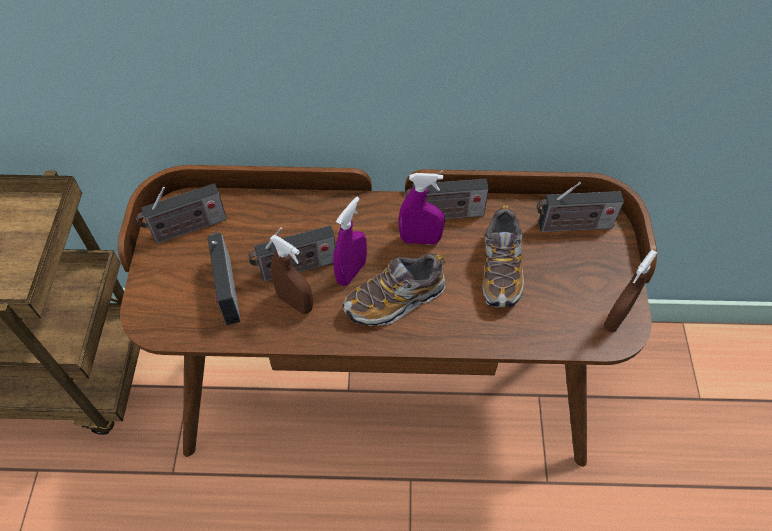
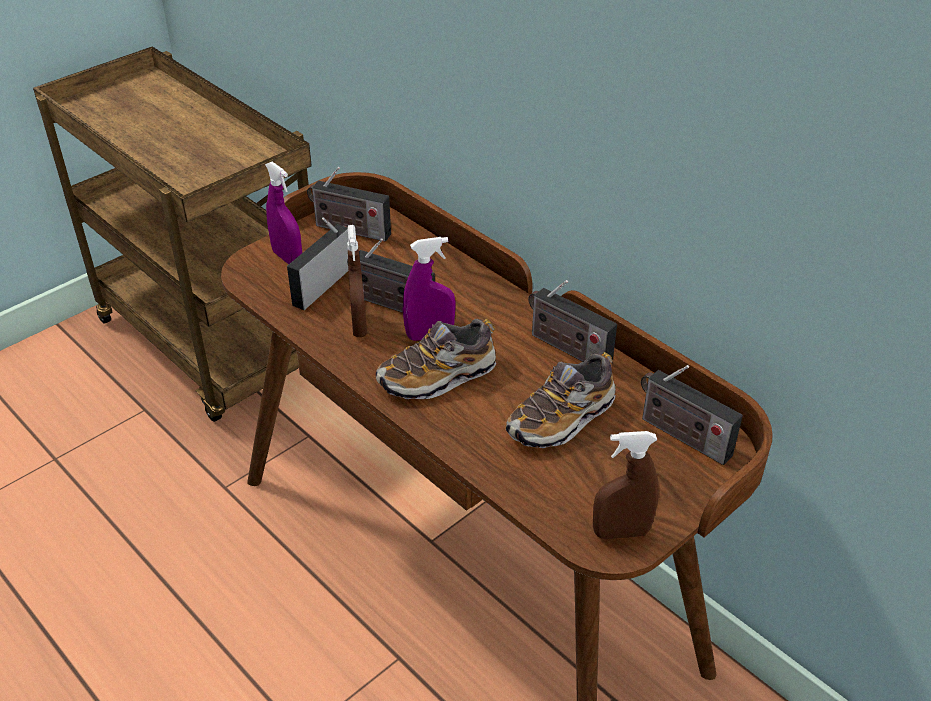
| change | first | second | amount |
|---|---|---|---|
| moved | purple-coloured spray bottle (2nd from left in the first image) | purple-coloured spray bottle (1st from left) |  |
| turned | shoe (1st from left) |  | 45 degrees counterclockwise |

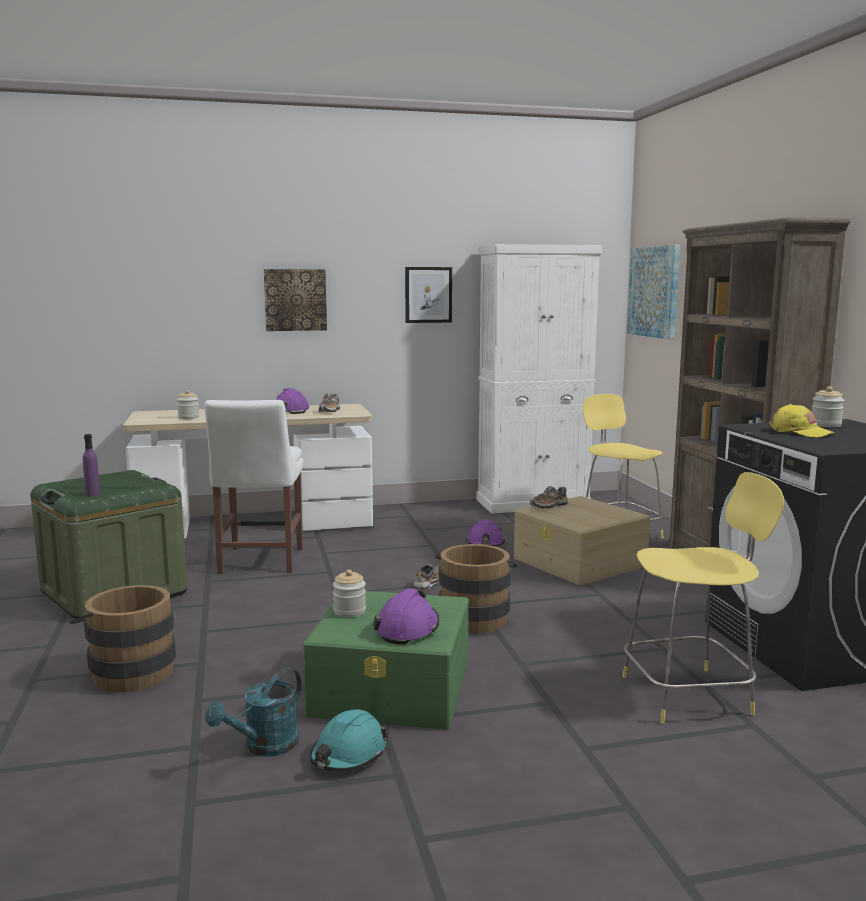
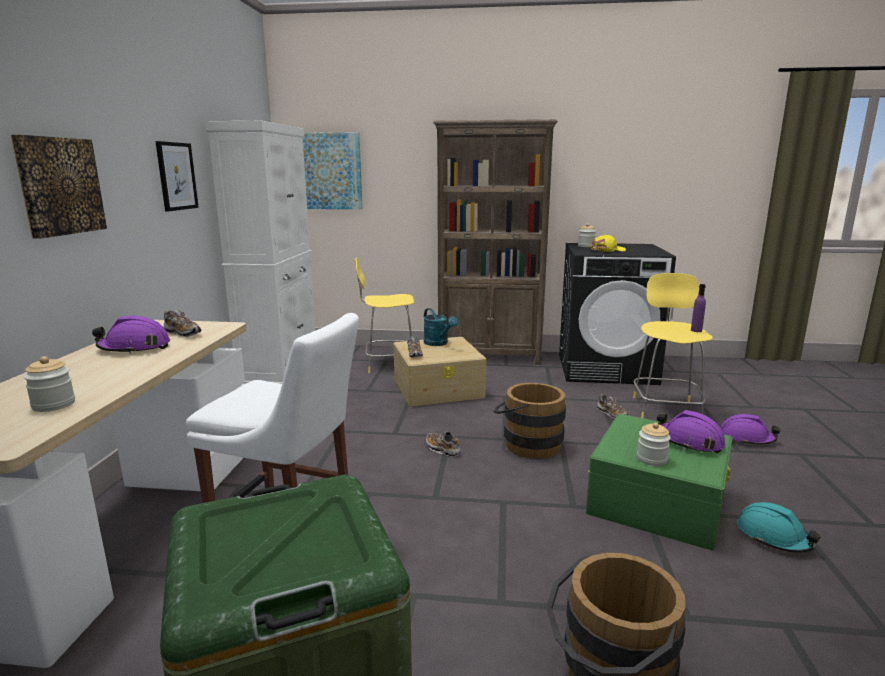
| change | first | second | amount |
|---|---|---|---|
| moved | purple-coloured drink bottle |  |  |
| moved | purple-coloured hard hat (3rd from left) |  |  |
| moved | turquoise-coloured watering pot |  |  |
| added |  | shoe (4th from left) |  |

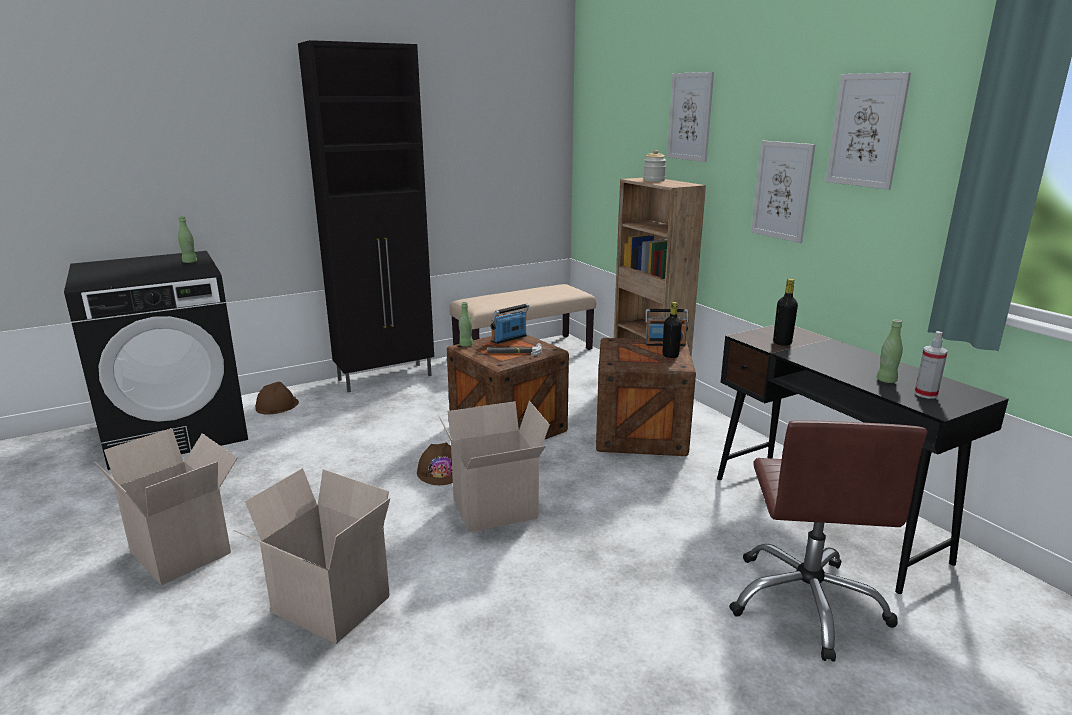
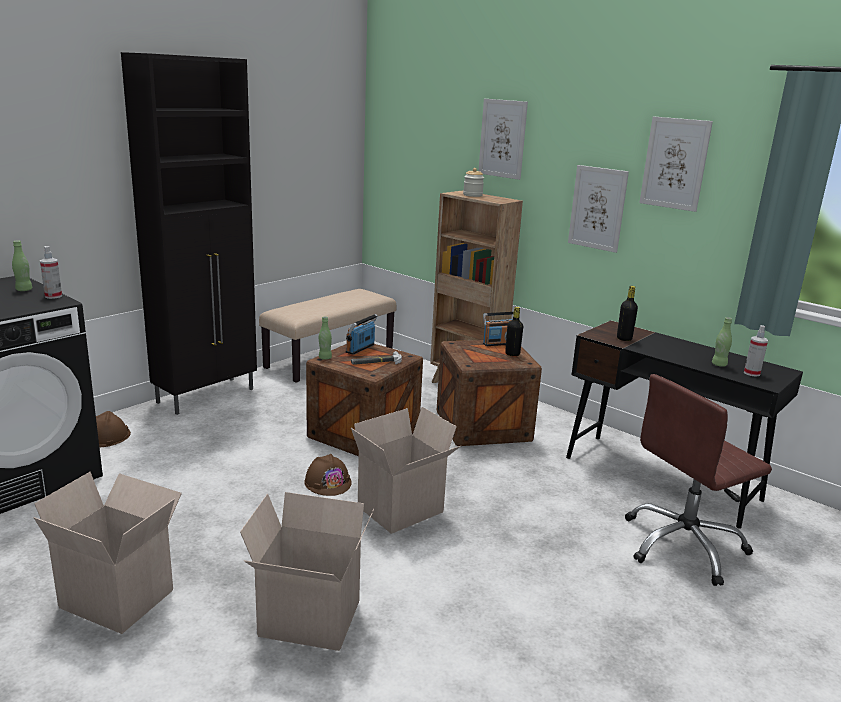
| change | first | second | amount |
|---|---|---|---|
| turned | brown-coloured computer chair |  | 75 degrees clockwise |
| added |  | spray bottle (1st from left) |  |

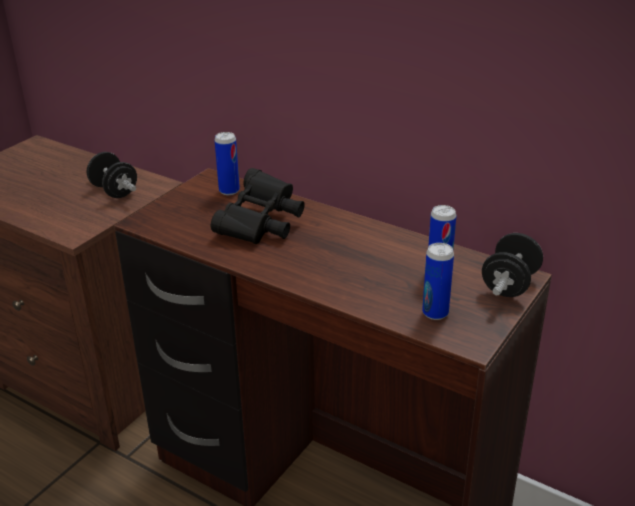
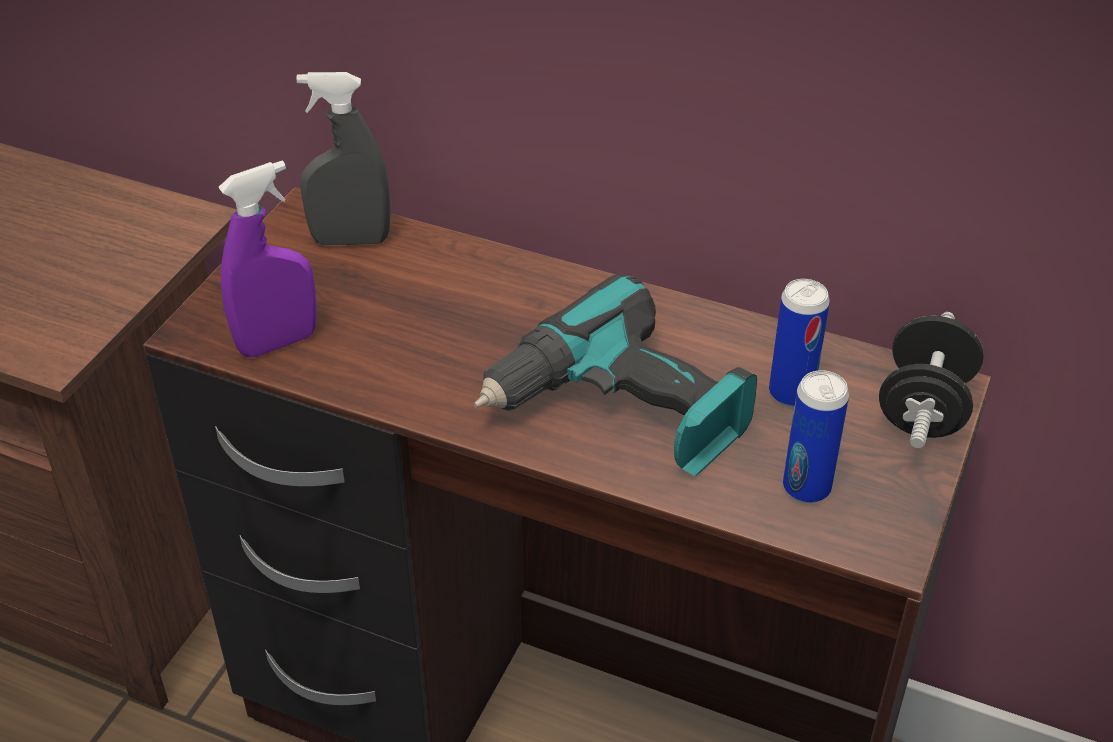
| change | first | second | amount |
|---|---|---|---|
| replaced | can (1st from left) | grey spray bottle |  |
| removed | blackish hand weight (1st from left) |  |  |
| removed | blackish binoculars |  |  |
| added |  | purple-coloured spray bottle |  |
| added |  | electric drill |  |

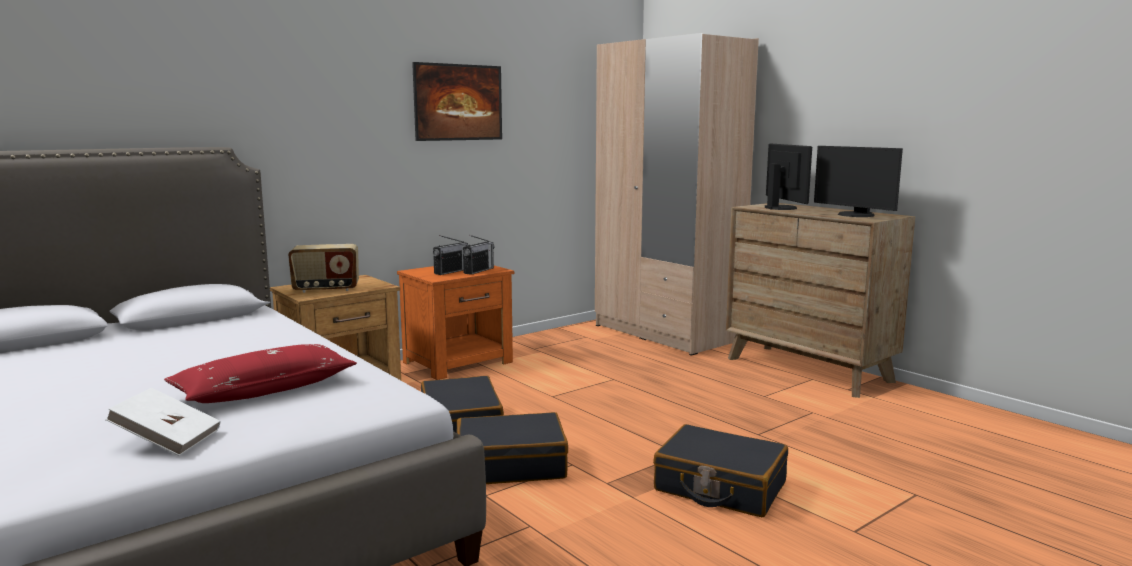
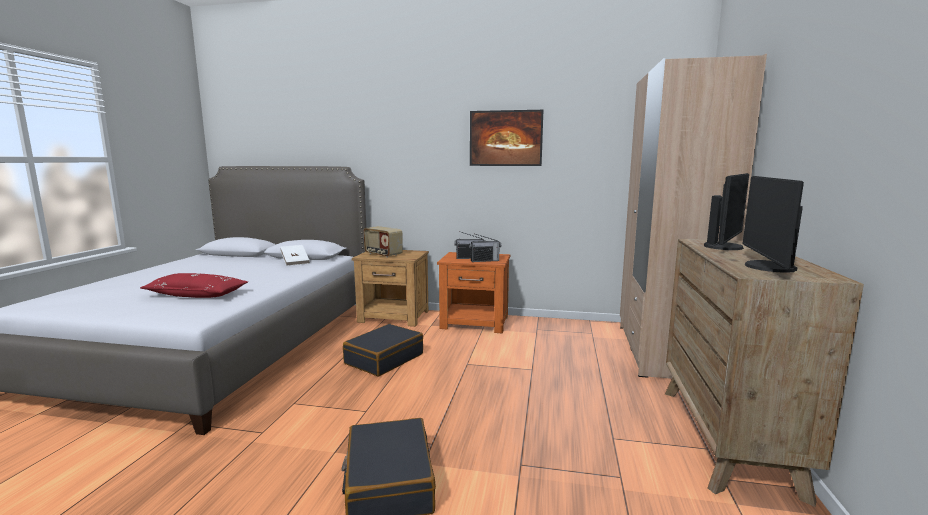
| change | first | second | amount |
|---|---|---|---|
| moved | white book |  |  |
| removed | blackish travel case (2nd from left) |  |  |

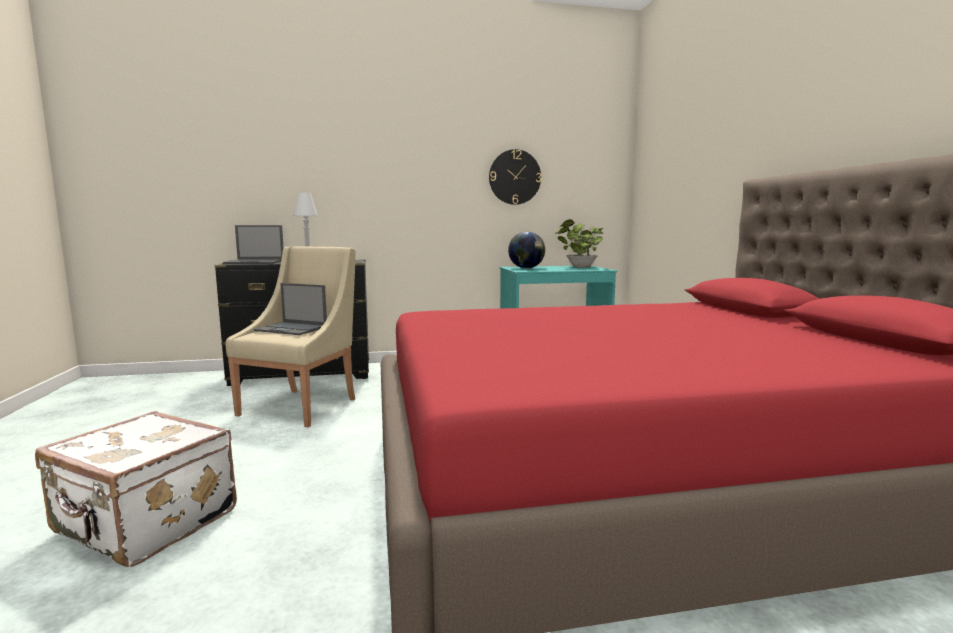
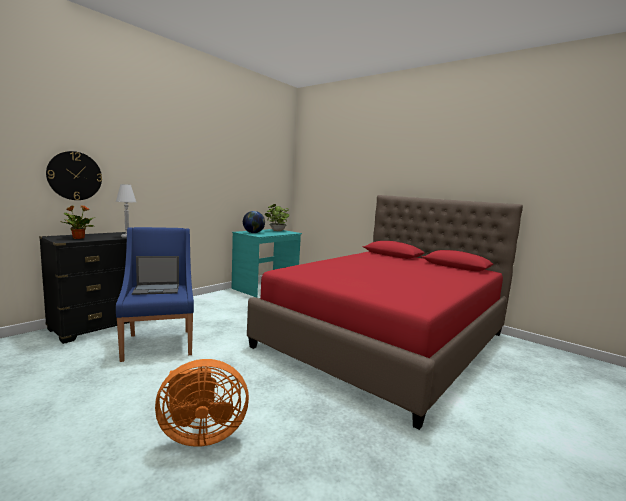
| change | first | second | amount |
|---|---|---|---|
| moved | clock on the wall |  |  |
| replaced | notebook computer (1st from left) | houseplant (1st from left) |  |
| recoloured | sand-coloured lounge chair | blue-coloured lounge chair |  |
| replaced | white travel case | orangey fan |  |

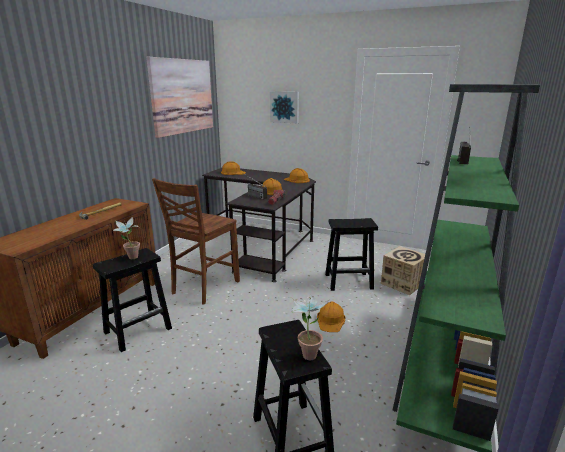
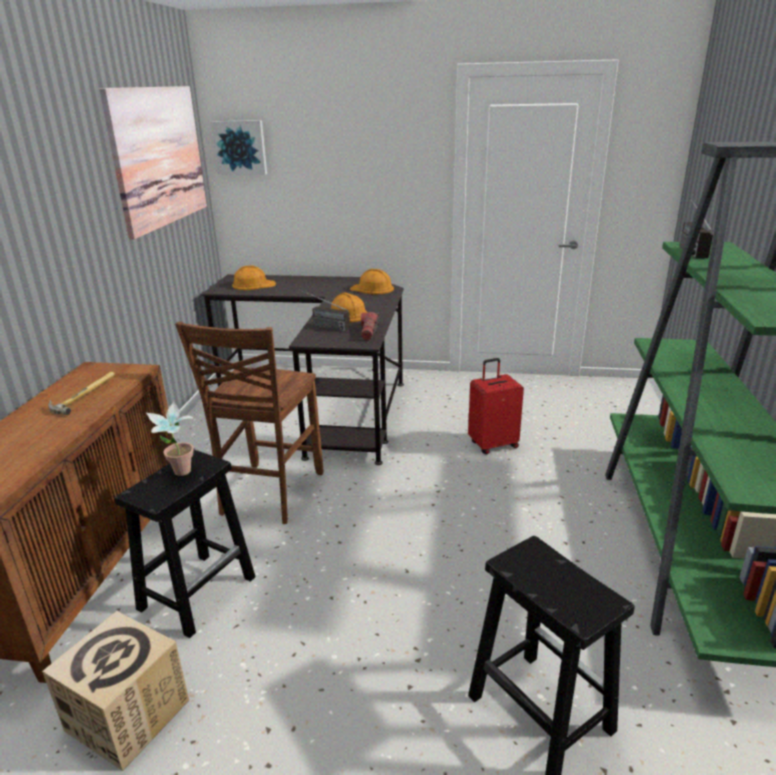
| change | first | second | amount |
|---|---|---|---|
| moved | picture (2nd from left) |  |  |
| replaced | blackish stool seat (3rd from left) | red-coloured travel case |  |
| moved | cardboard box |  |  |
| removed | houseplant (2nd from left) |  |  |
| removed | orangey hard hat (4th from left) |  |  |

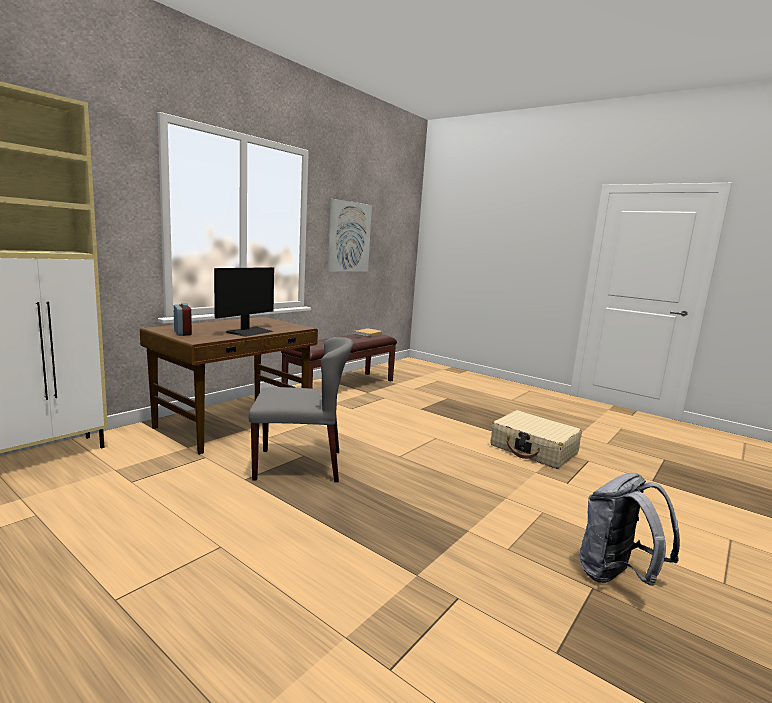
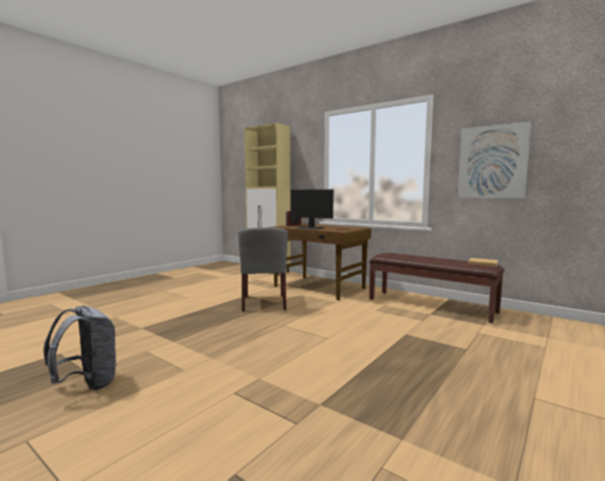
| change | first | second | amount |
|---|---|---|---|
| removed | sand-coloured travel case |  |  |

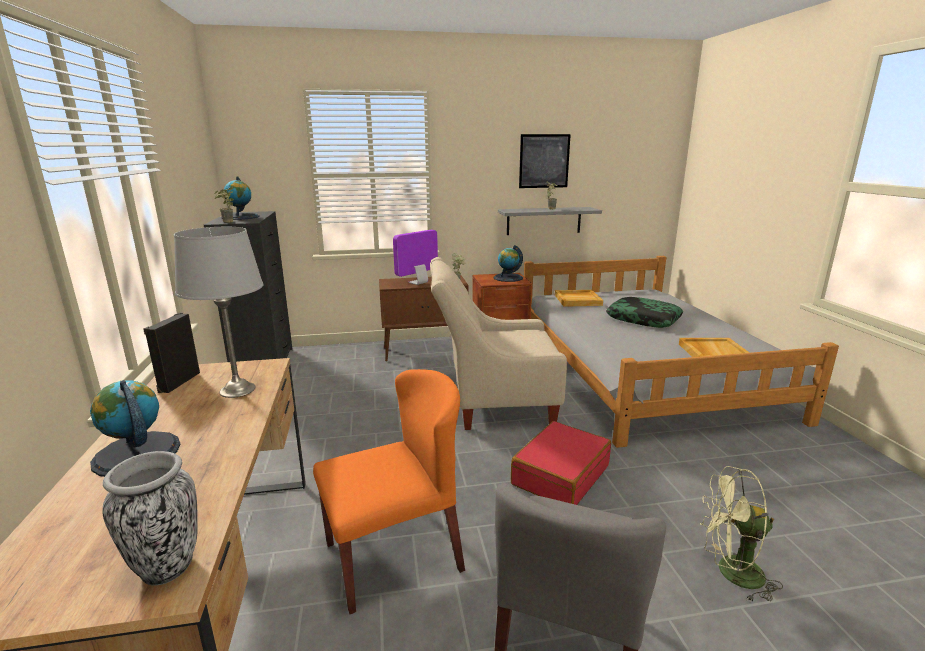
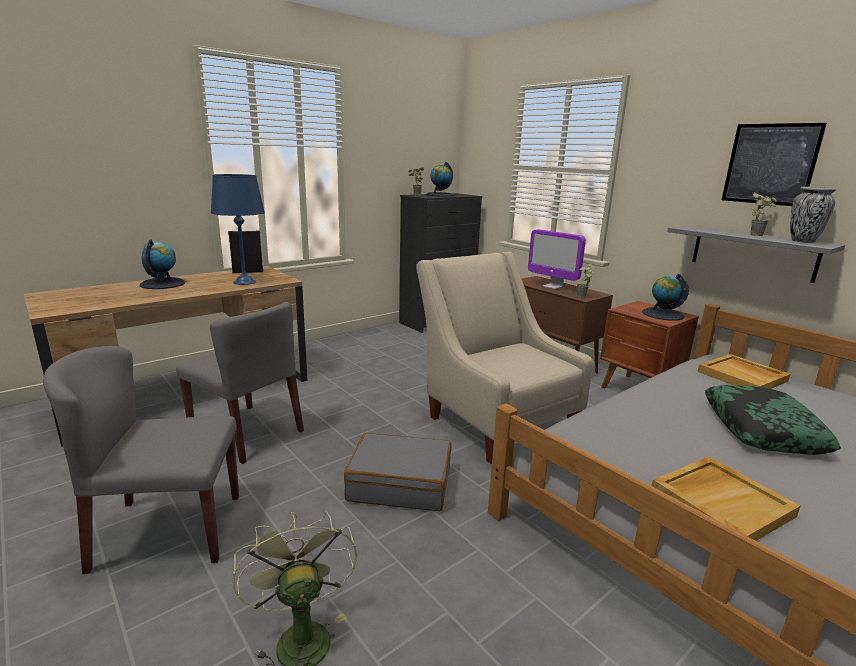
| change | first | second | amount |
|---|---|---|---|
| recoloured | grey tabletop lamp | blue-coloured tabletop lamp |  |
| turned | computer display |  | 150 degrees counterclockwise |
| recoloured | orangey plain chair | grey plain chair (2nd from left) |  |
| recoloured | red-coloured travel case | grey travel case |  |
| moved | vase |  |  |

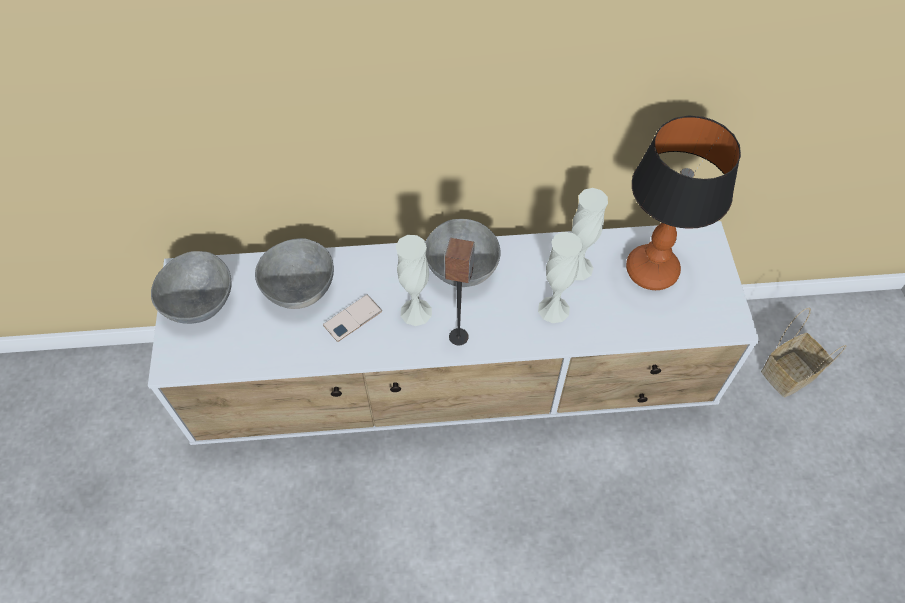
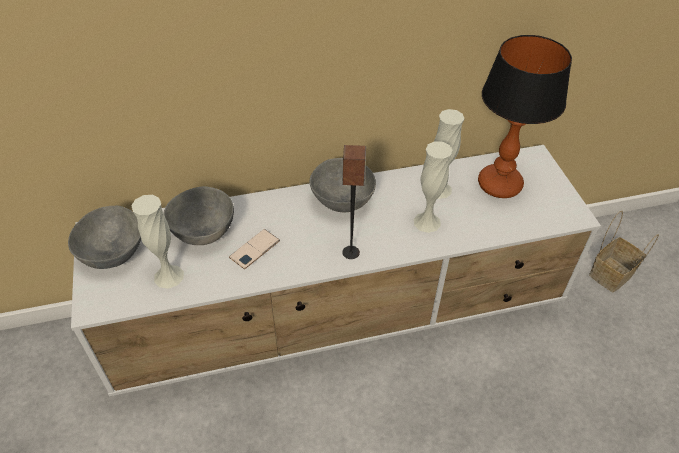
| change | first | second | amount |
|---|---|---|---|
| moved | white vase (1st from left) |  |  |

